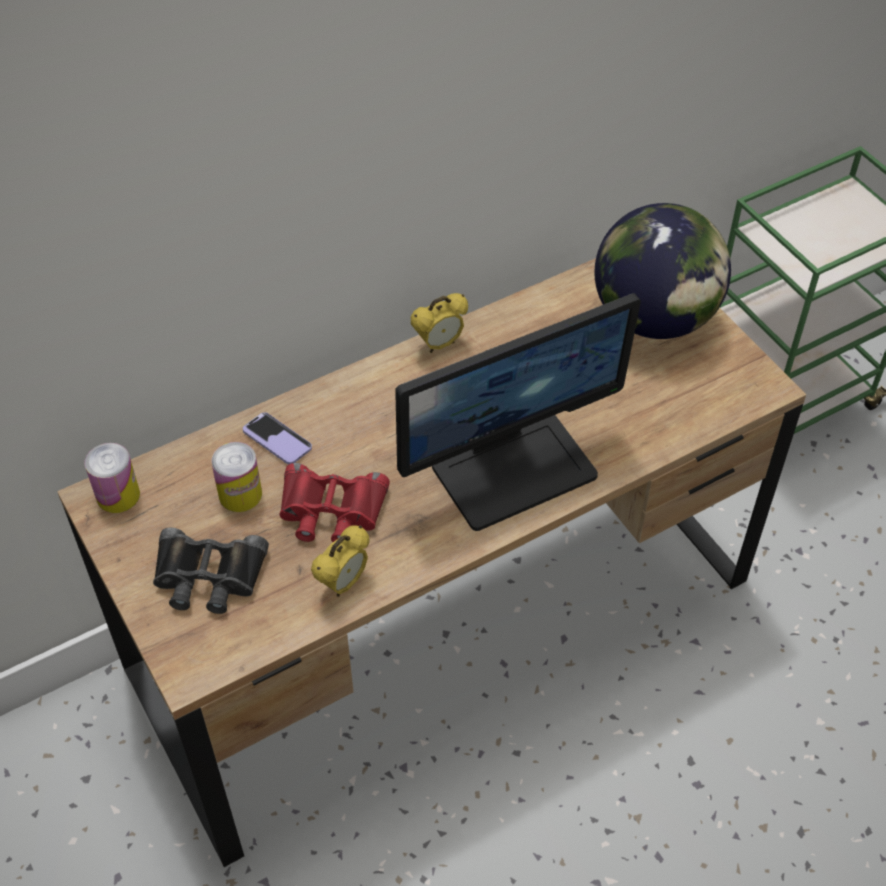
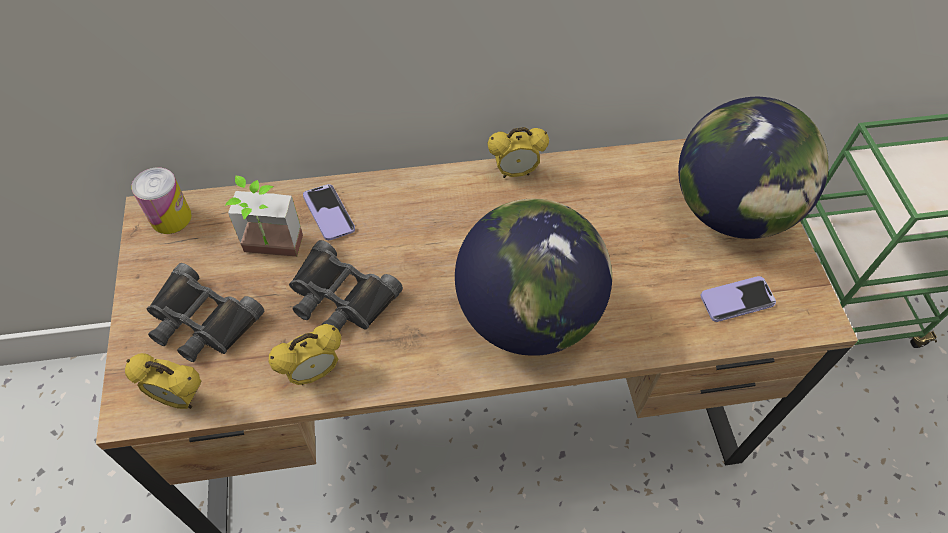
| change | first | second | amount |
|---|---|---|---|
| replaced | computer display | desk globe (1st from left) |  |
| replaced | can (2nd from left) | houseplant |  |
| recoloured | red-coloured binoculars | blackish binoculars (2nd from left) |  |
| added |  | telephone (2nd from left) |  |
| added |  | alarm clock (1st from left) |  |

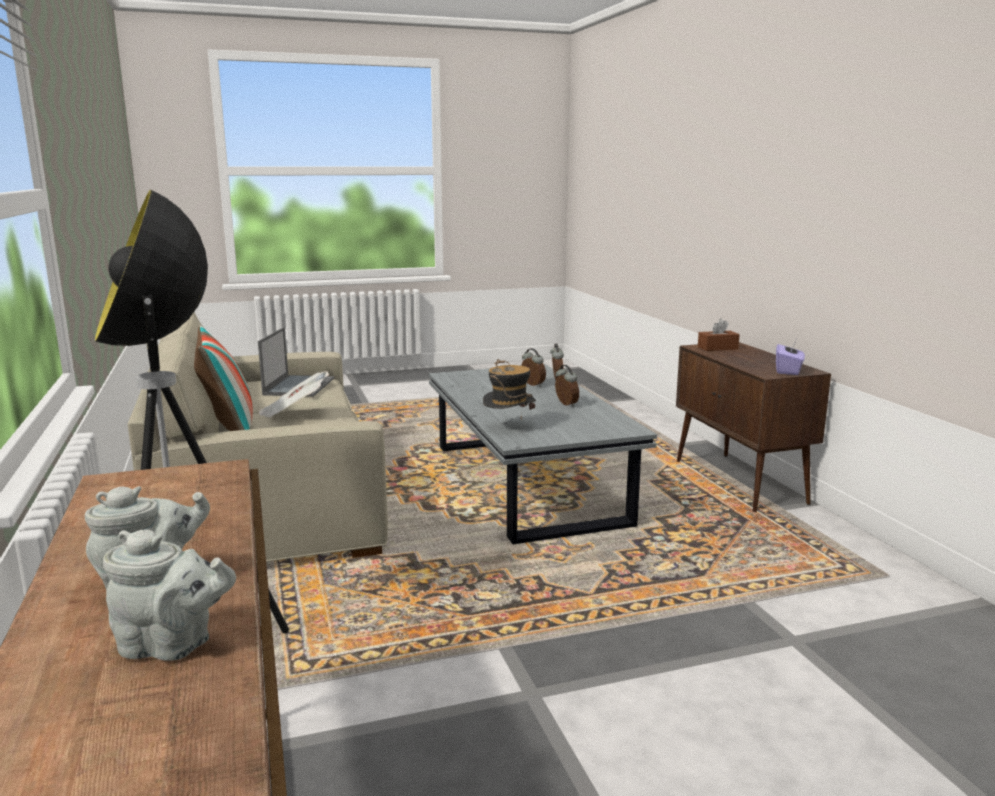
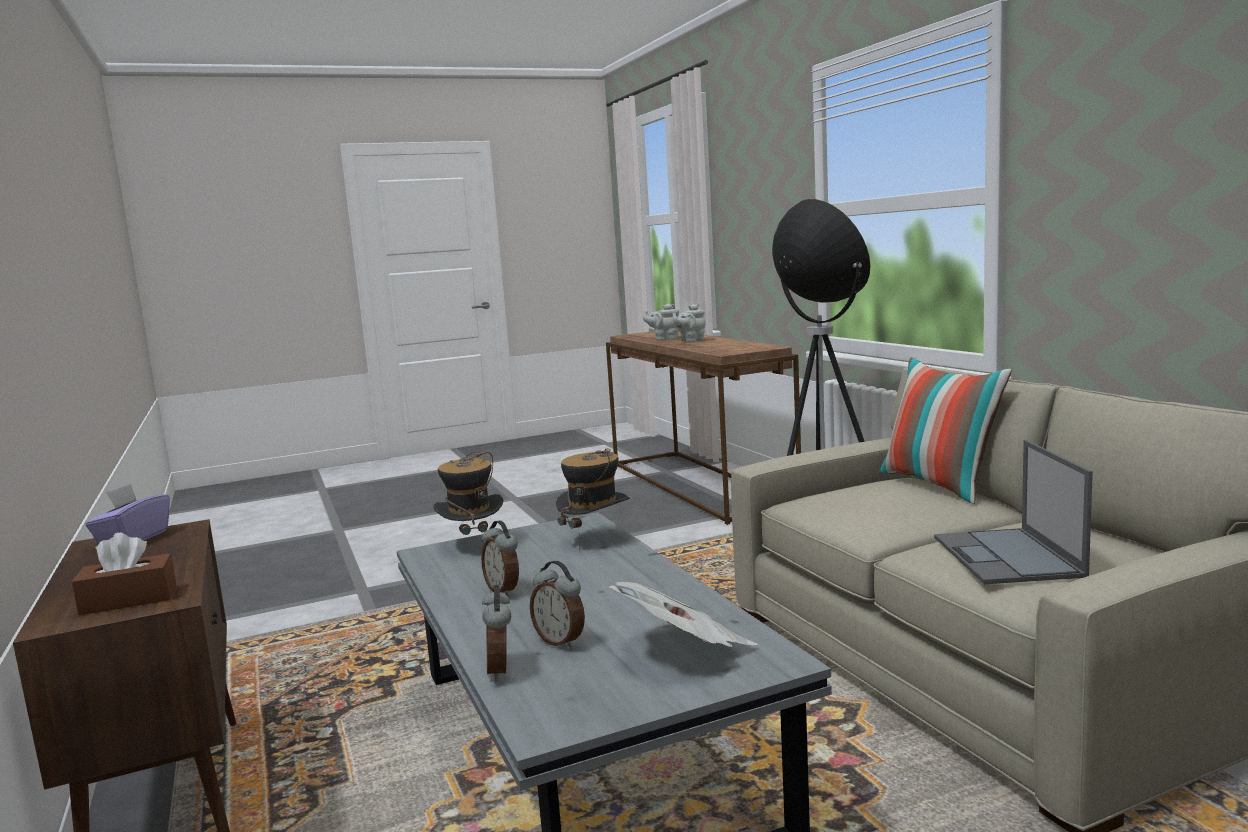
| change | first | second | amount |
|---|---|---|---|
| moved | printed paper |  |  |
| added |  | wearable hat (1st from left) |  |

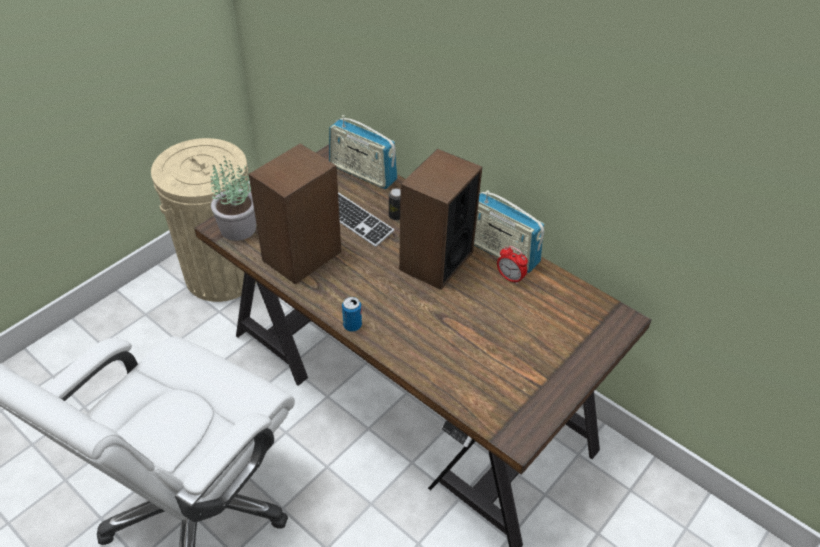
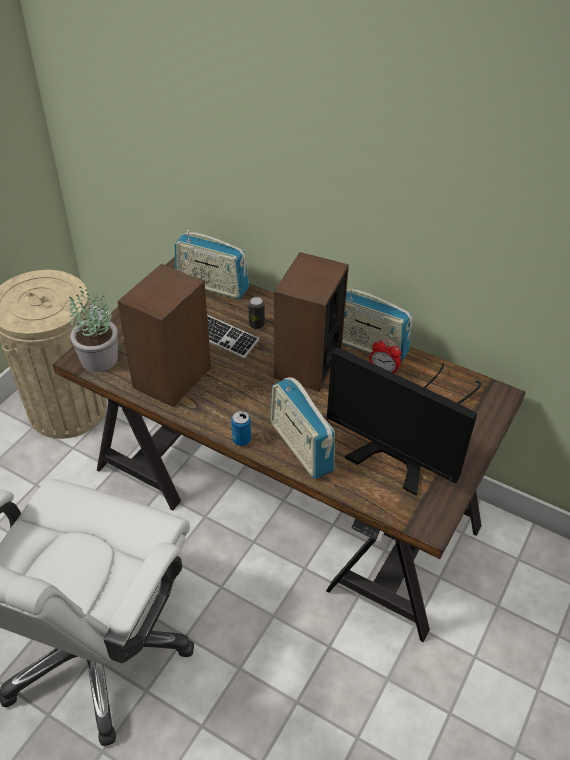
| change | first | second | amount |
|---|---|---|---|
| added |  | computer display |  |
| added |  | radio (2nd from left) |  |

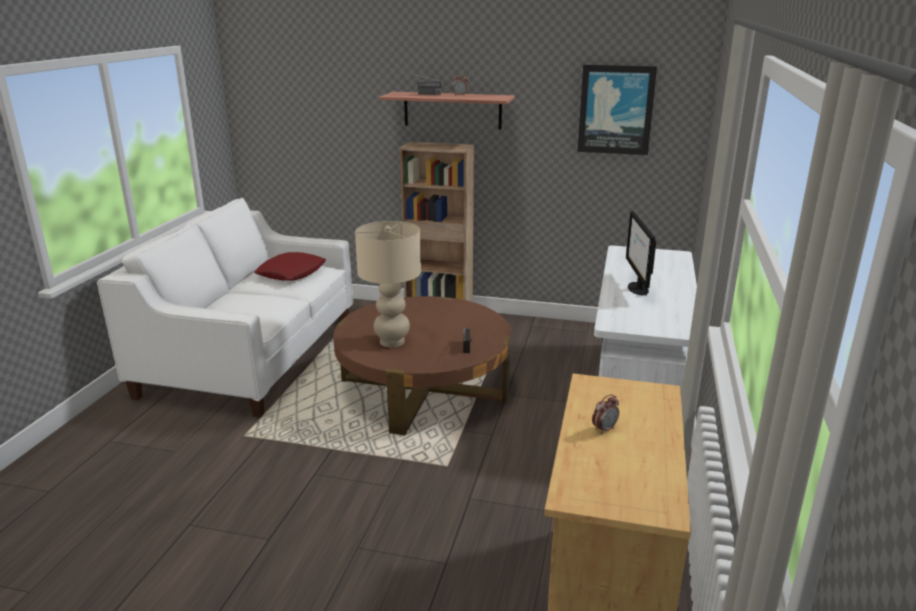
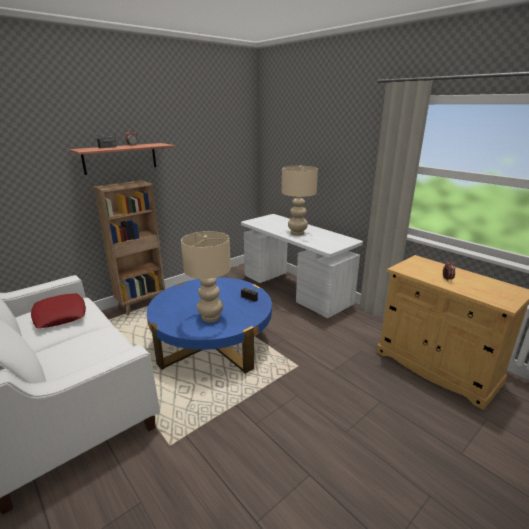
| change | first | second | amount |
|---|---|---|---|
| removed | picture |  |  |
| replaced | computer display | sand-coloured tabletop lamp (2nd from left) |  |
| recoloured | brown-coloured low table | blue-coloured low table |  |

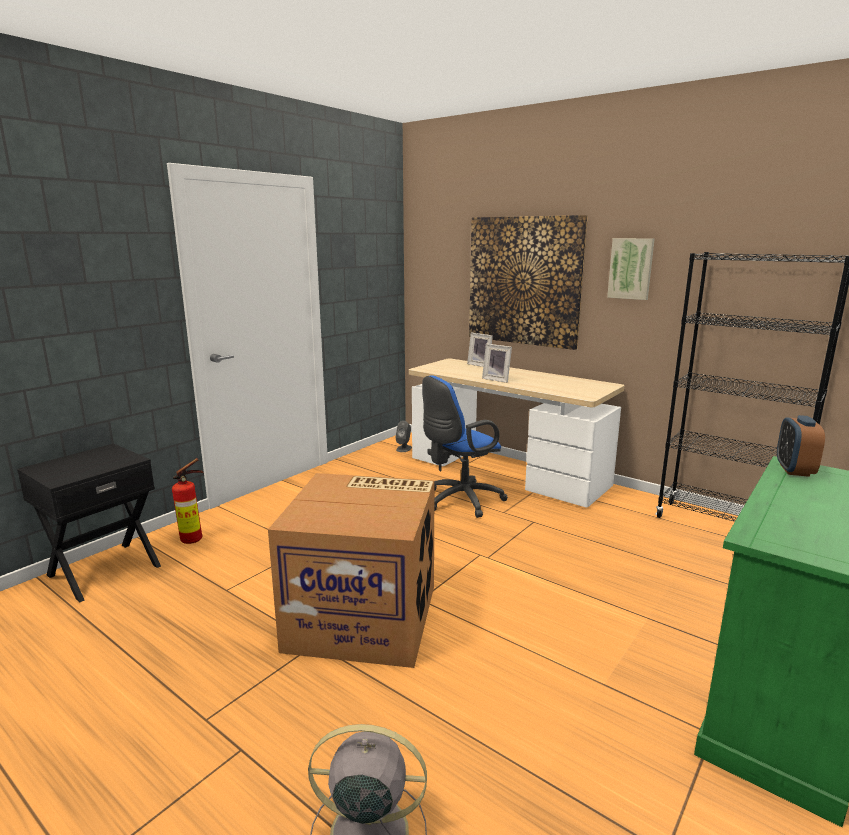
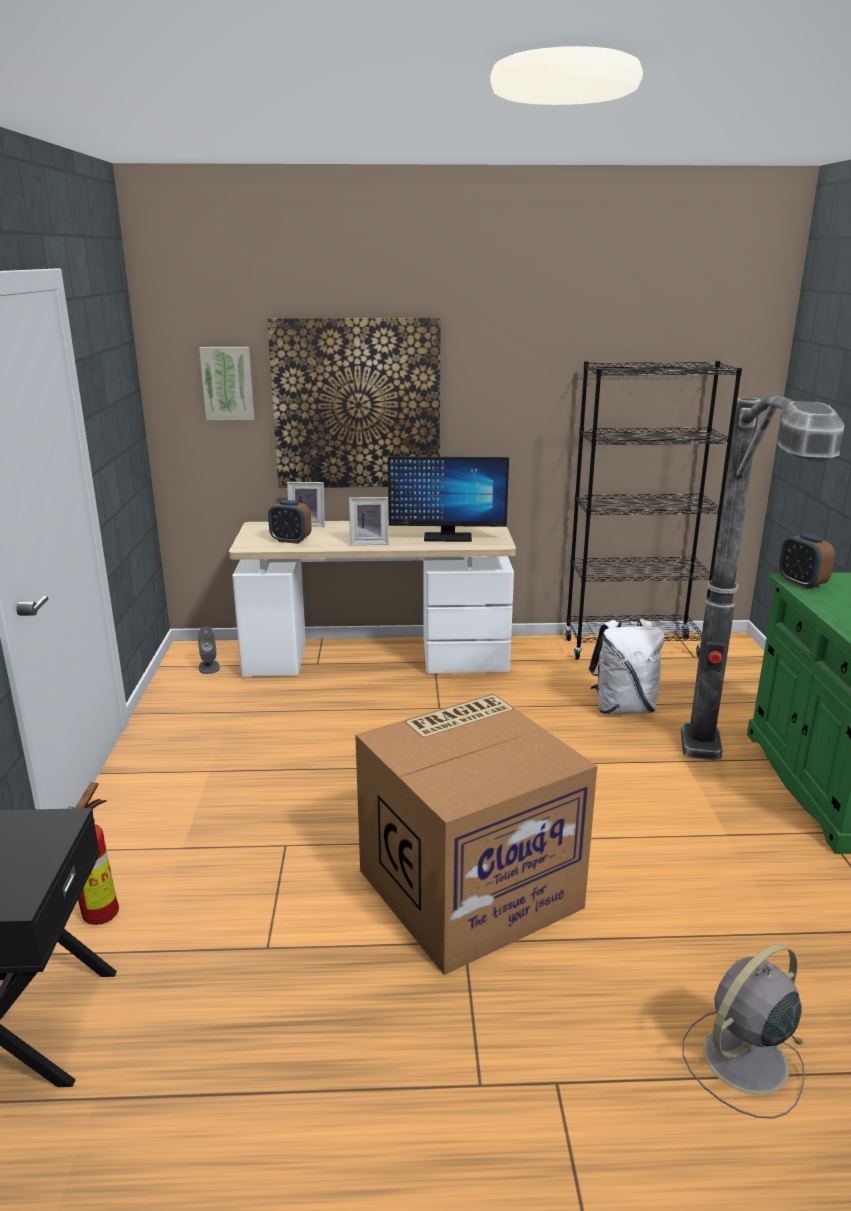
| change | first | second | amount |
|---|---|---|---|
| moved | picture (2nd from left in the first image) | picture (1st from left) |  |
| removed | blue-coloured computer chair |  |  |
| added |  | standard lamp |  |
| added |  | computer display |  |
| added |  | alarm clock (1st from left) |  |
| added |  | white backpack |  |

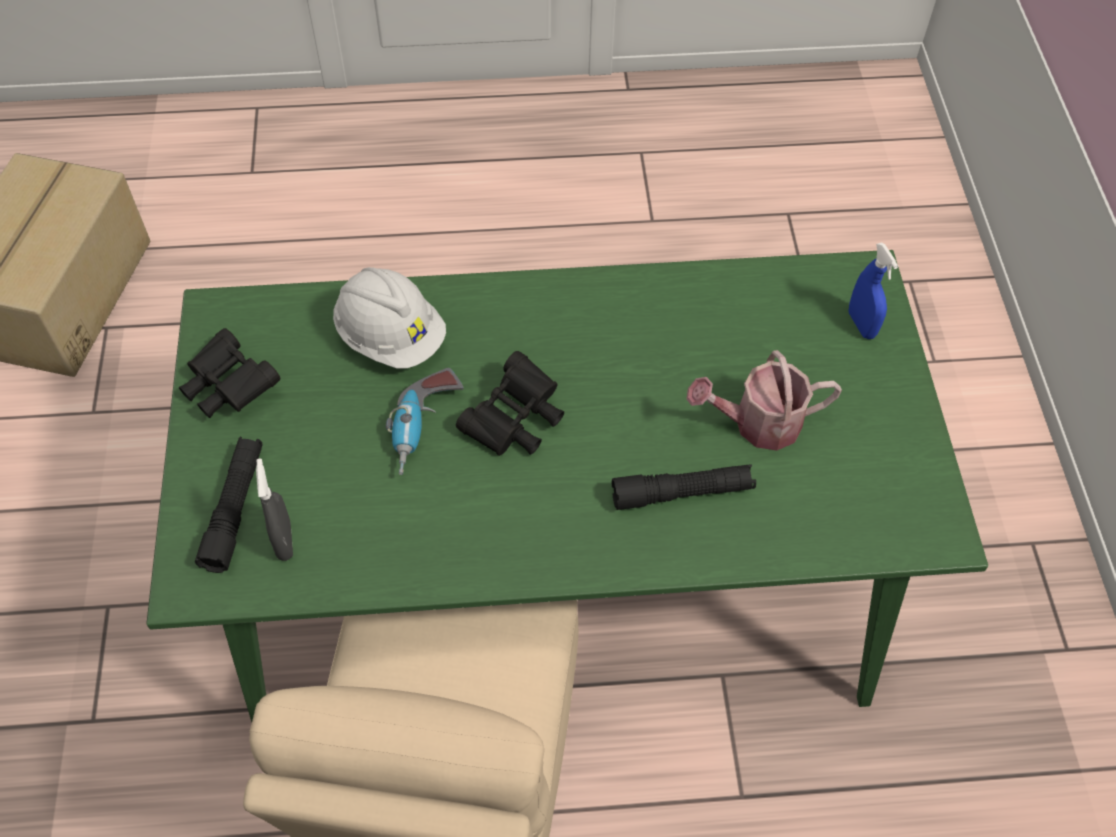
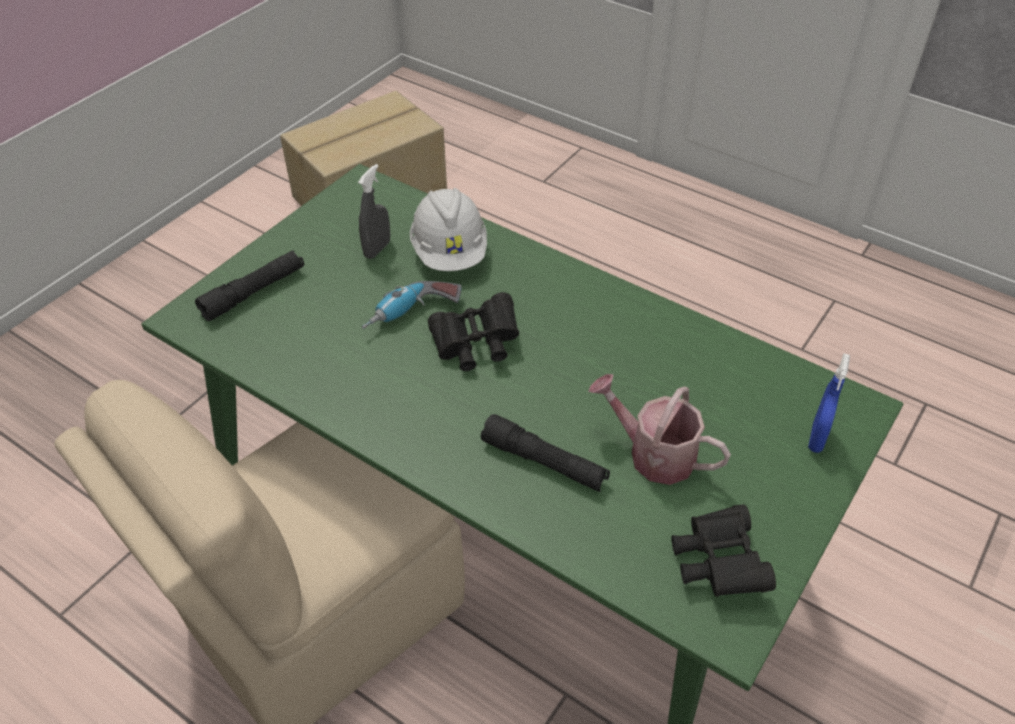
| change | first | second | amount |
|---|---|---|---|
| moved | blackish binoculars (1st from left in the first image) | blackish binoculars (2nd from left) |  |
| moved | grey spray bottle |  |  |

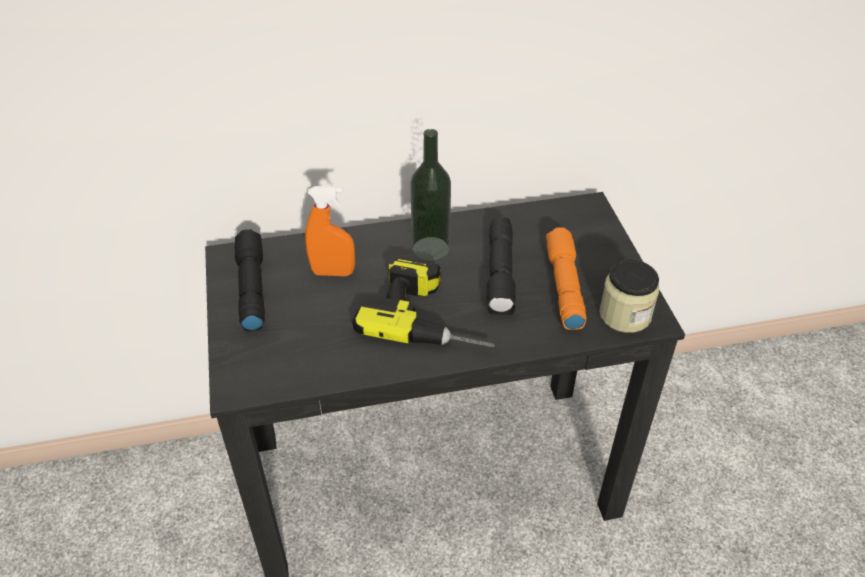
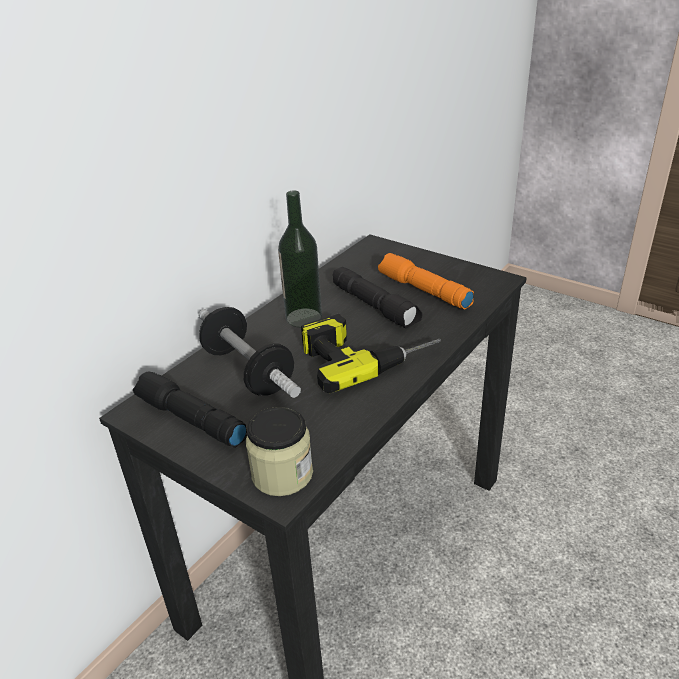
| change | first | second | amount |
|---|---|---|---|
| replaced | orangey spray bottle | hand weight |  |
| moved | jar |  |  |

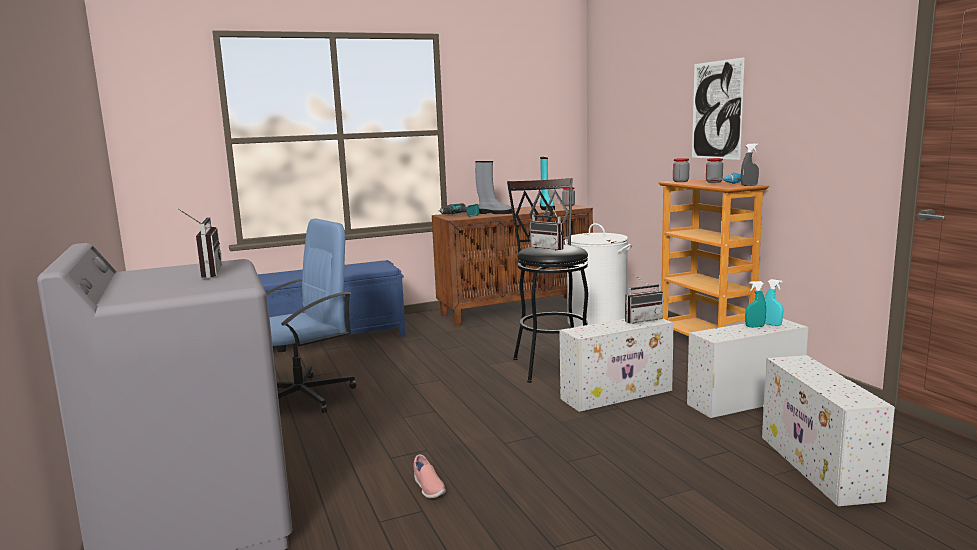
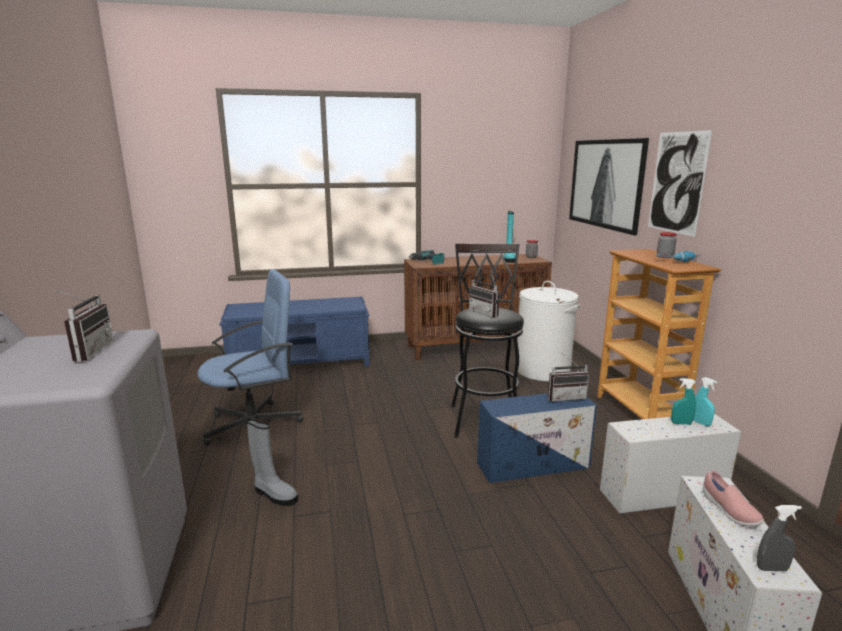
| change | first | second | amount |
|---|---|---|---|
| moved | grey spray bottle |  |  |
| removed | jar (2nd from left) |  |  |
| moved | grey tall boot |  |  |
| recoloured | white storage bin (1st from left) | blue-coloured storage bin |  |
| moved | pink-coloured shoe |  |  |
| added |  | picture (1st from left) |  |

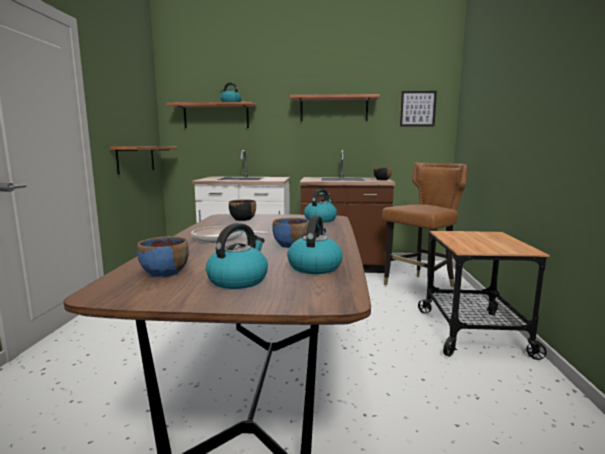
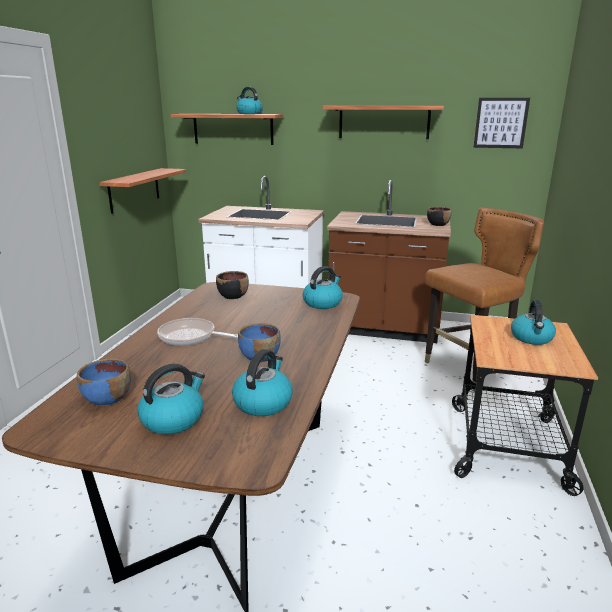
| change | first | second | amount |
|---|---|---|---|
| added |  | tea kettle (5th from left) |  |

